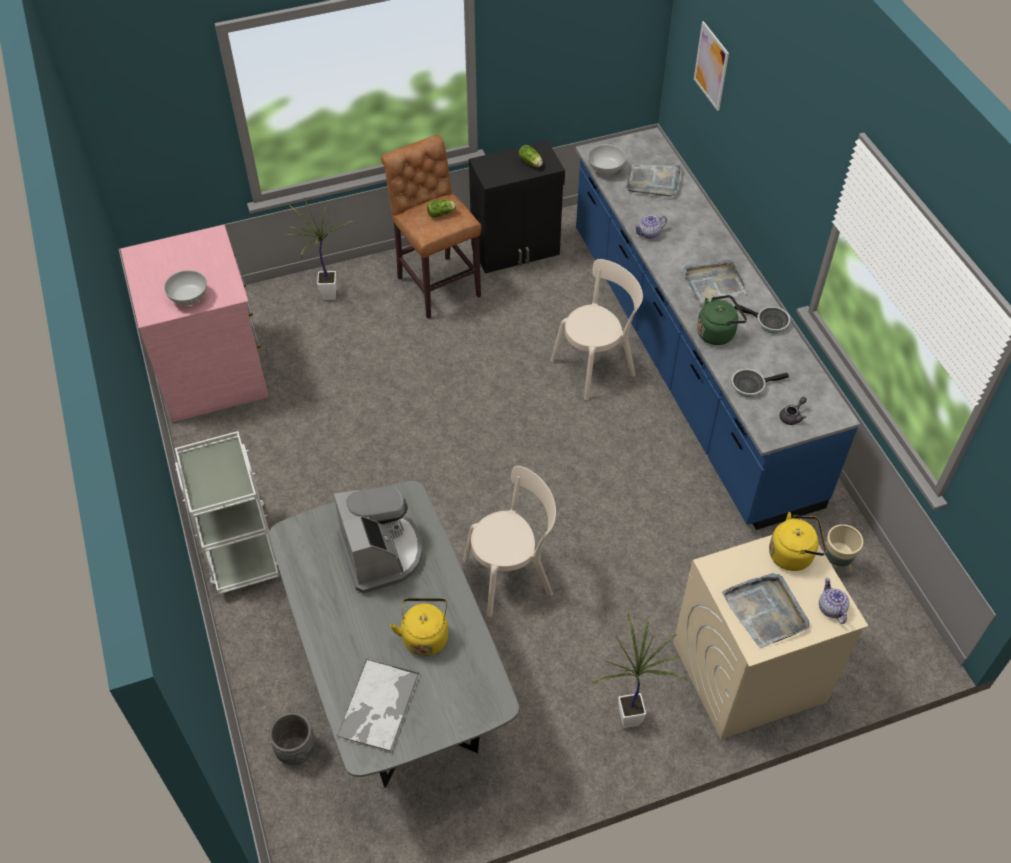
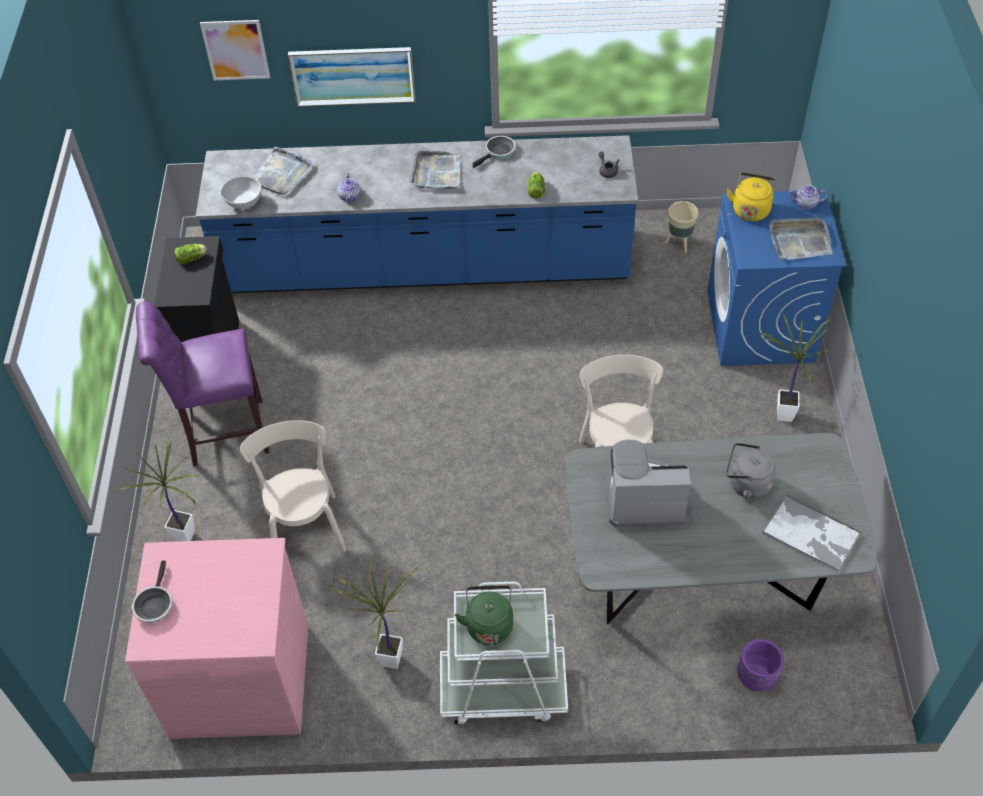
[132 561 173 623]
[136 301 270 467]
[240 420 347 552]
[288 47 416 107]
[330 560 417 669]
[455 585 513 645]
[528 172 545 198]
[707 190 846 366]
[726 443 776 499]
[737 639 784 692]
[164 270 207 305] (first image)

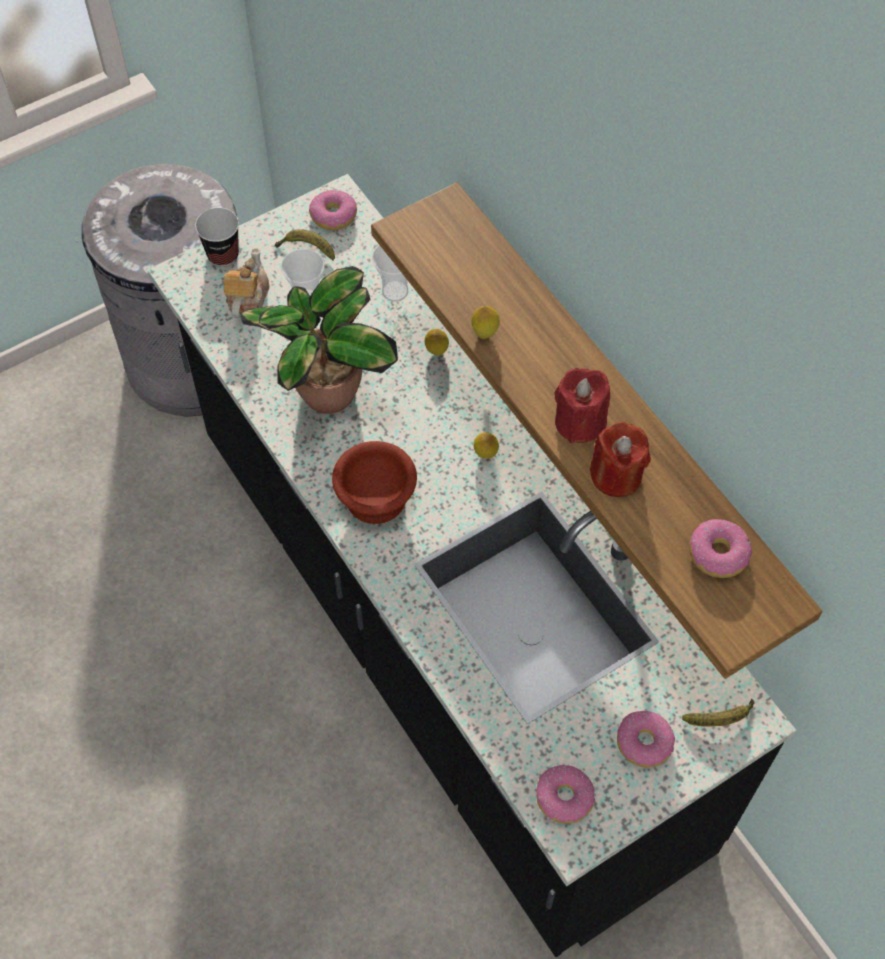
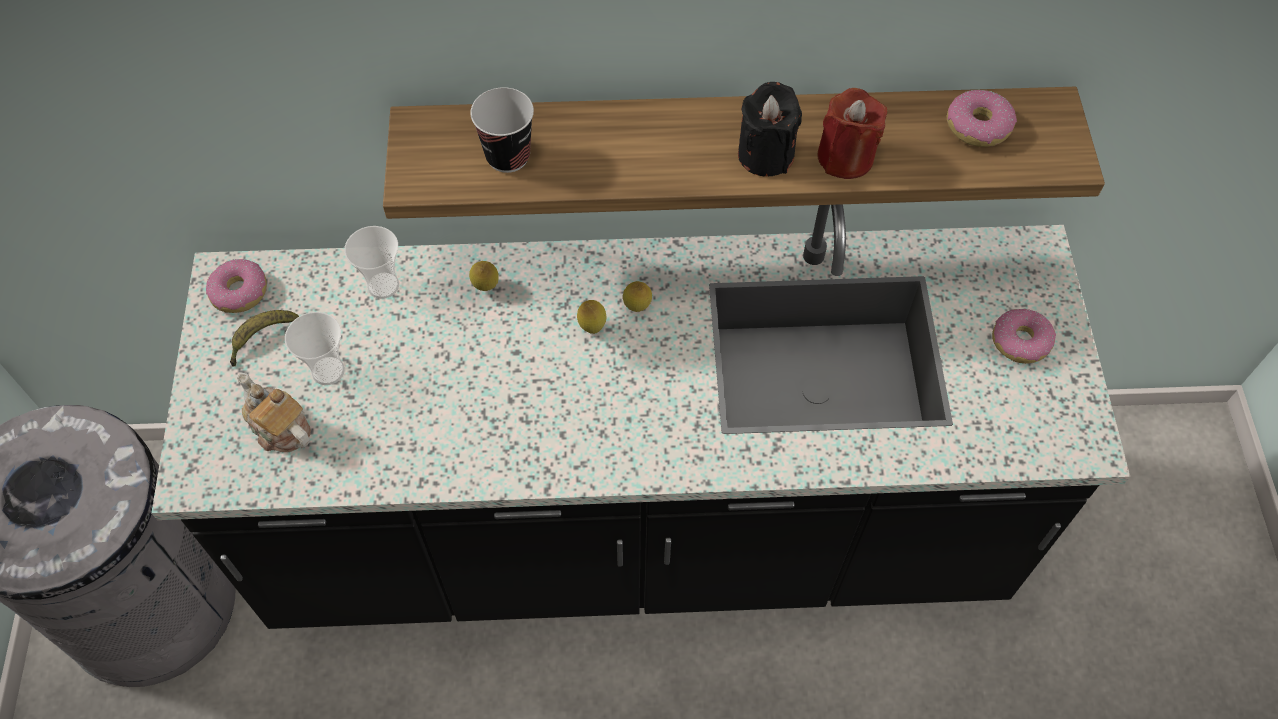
[470 87 534 173]
[577 300 606 334]
[738 82 802 177]
[241 266 398 414] (first image)
[332 441 417 524] (first image)
[536 765 595 824] (first image)
[682 699 755 727] (first image)

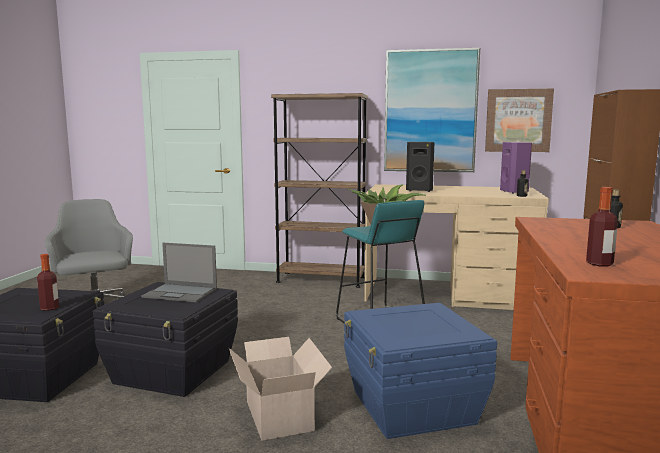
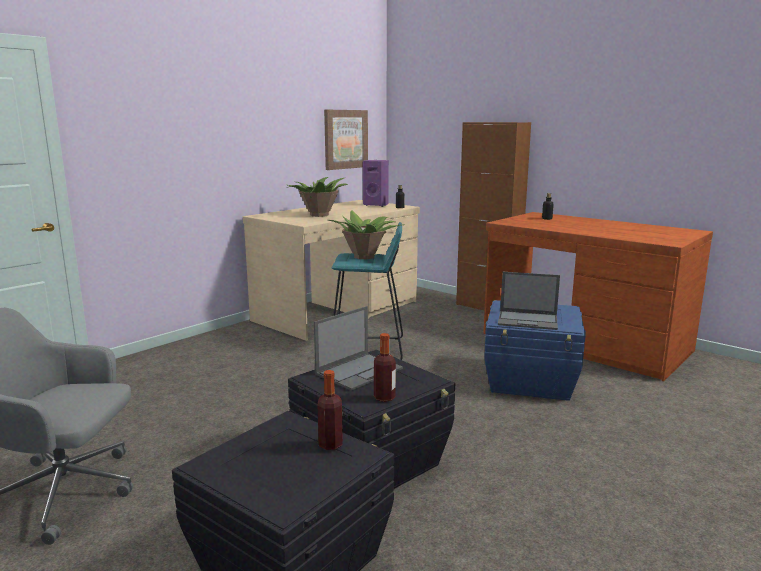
[286 177 348 217]
[374 333 396 402]
[498 272 560 330]
[229 337 332 441] (first image)
[271 93 368 288] (first image)
[384 48 480 172] (first image)

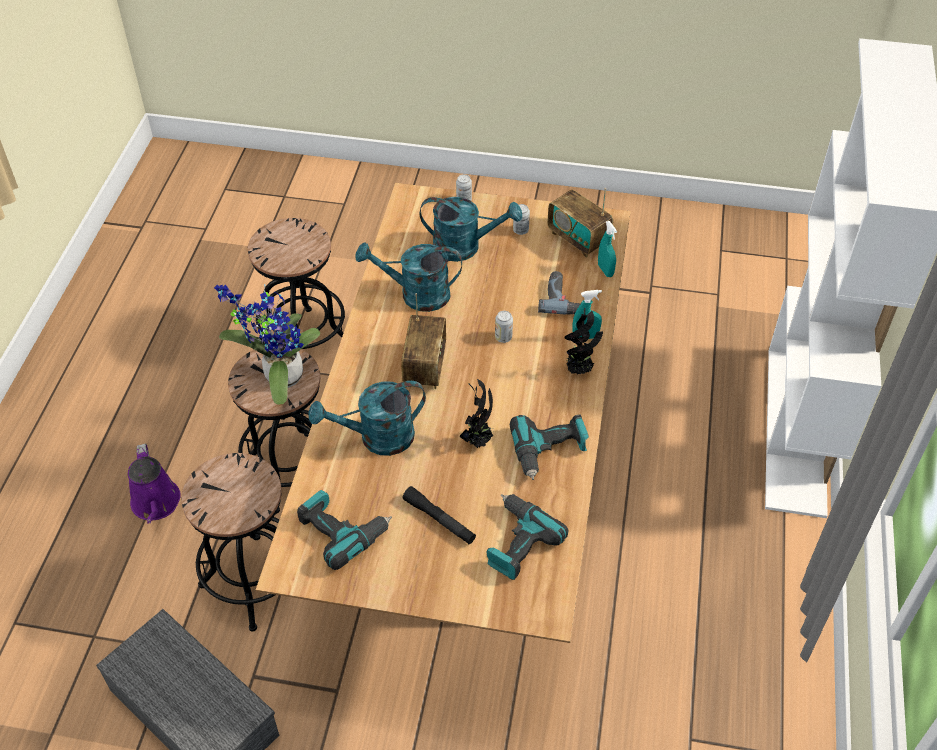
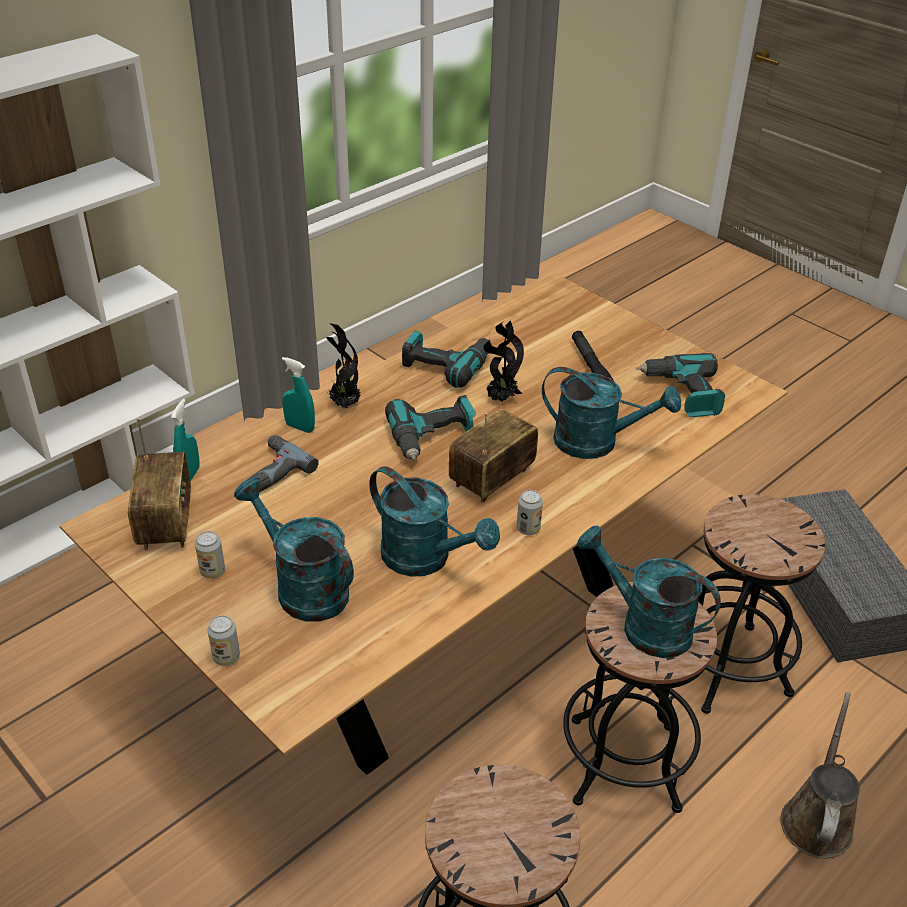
[385 395 476 460]
[517 490 543 535]
[577 525 721 658]
[780 692 860 859]

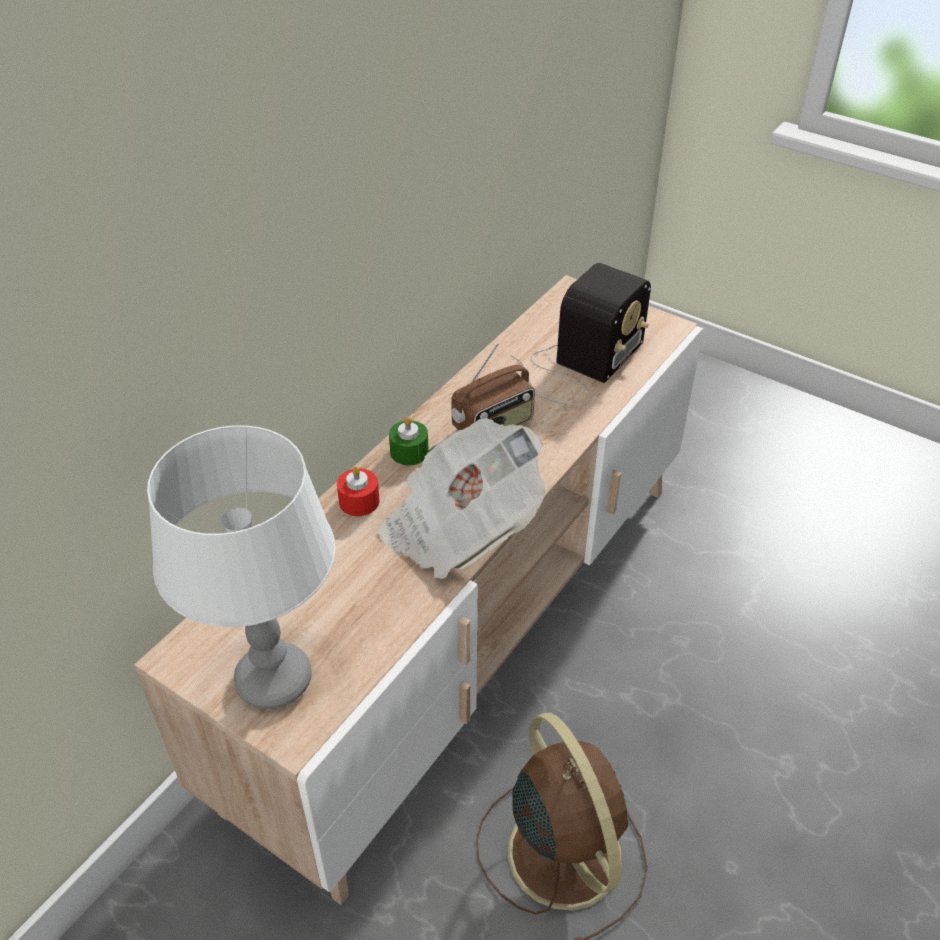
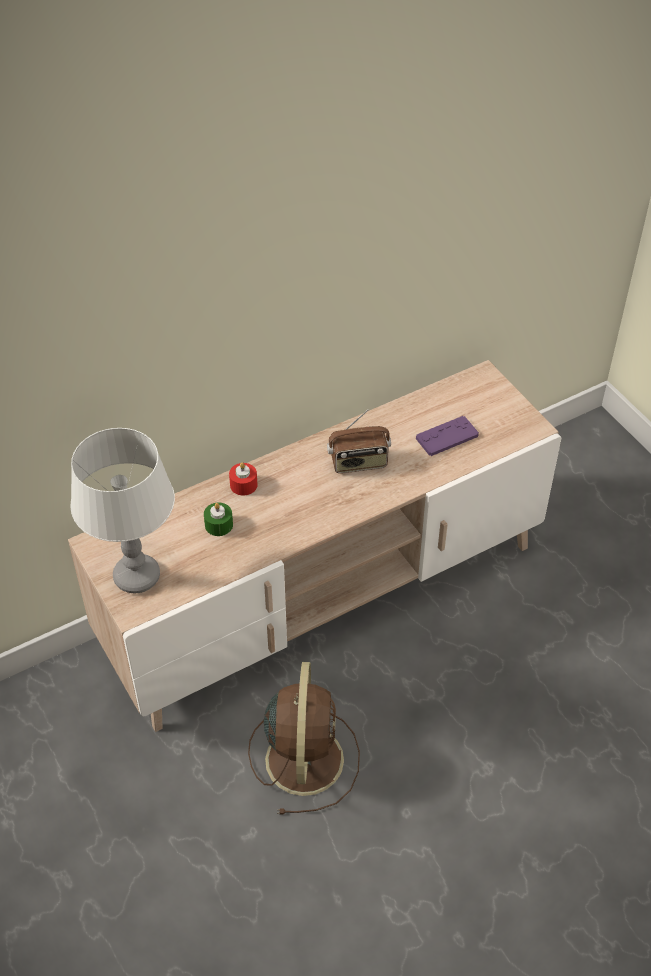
[204 503 233 536]
[416 416 479 456]
[379 418 546 579] (first image)

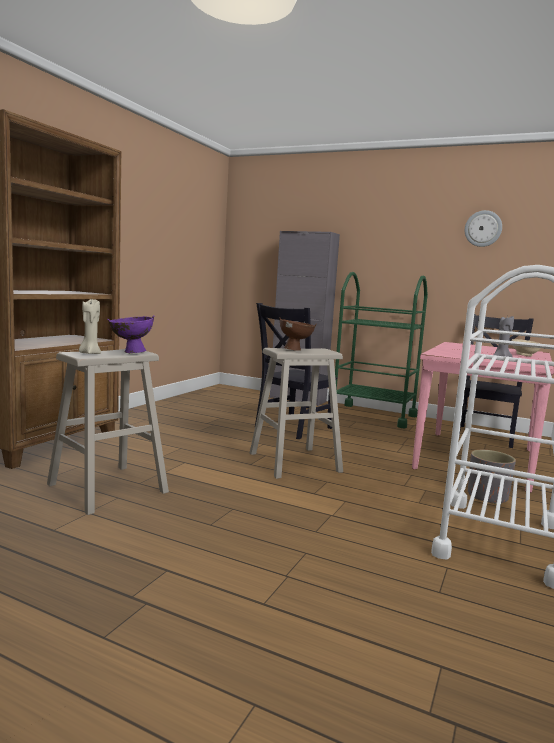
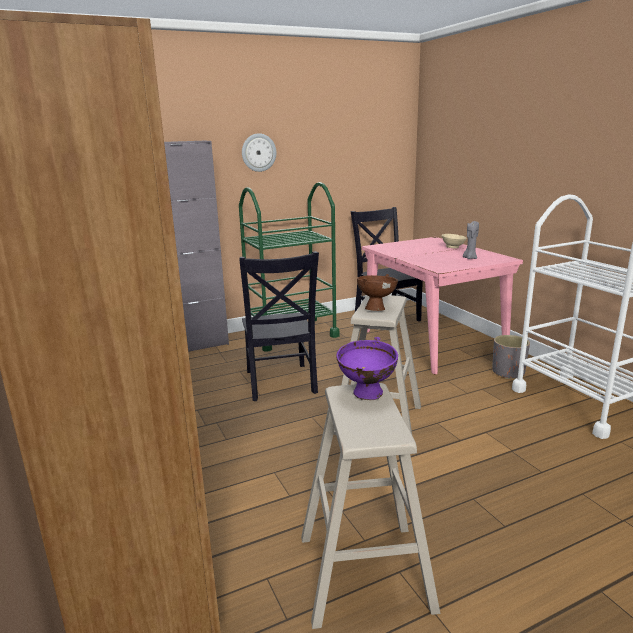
[242 133 276 172]
[79 299 101 354] (first image)

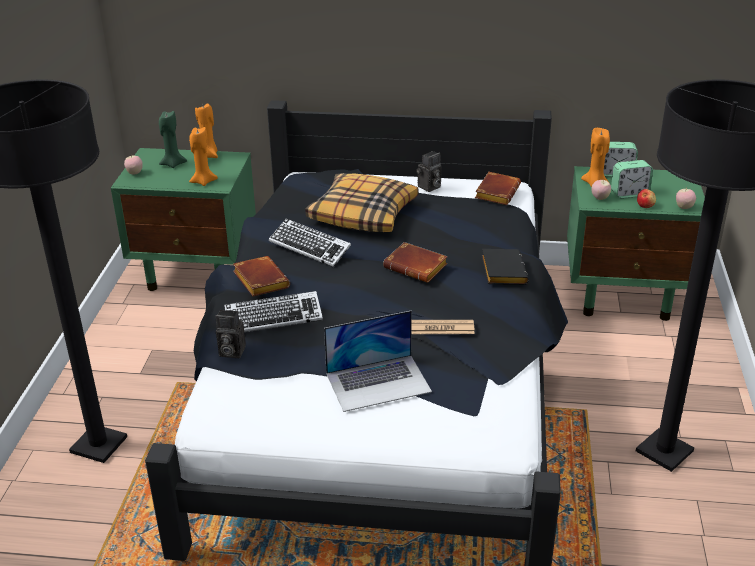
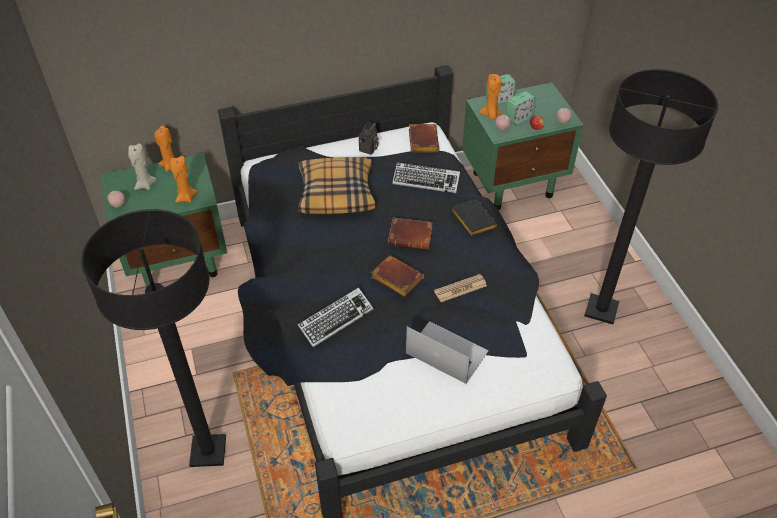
[128 143 157 190]
[371 255 424 297]
[393 162 460 193]
[406 321 489 384]
[215 310 246 358] (first image)

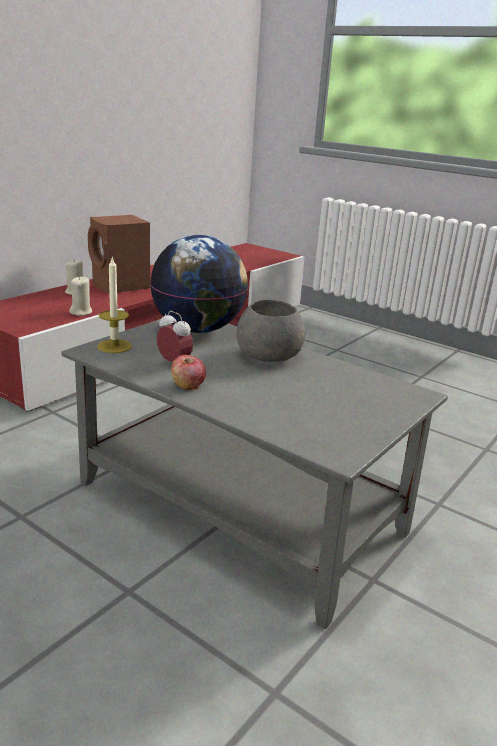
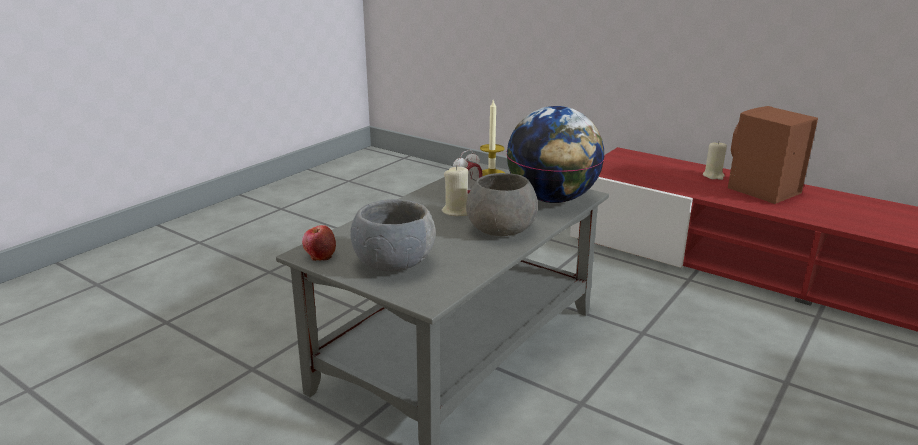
[302 225 336 261]
[350 199 436 272]
[442 166 468 216]

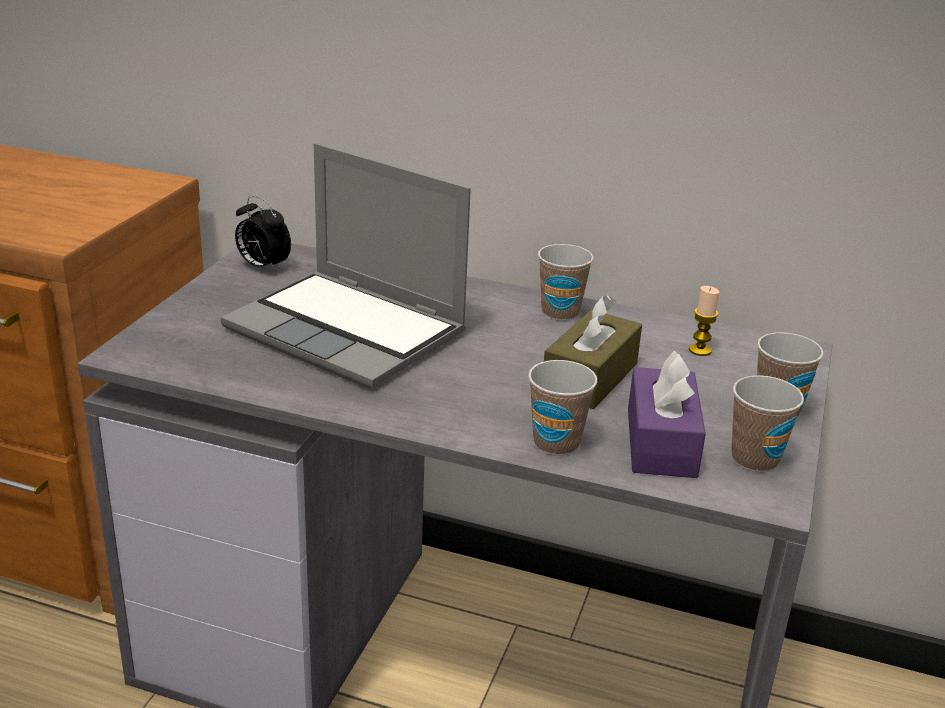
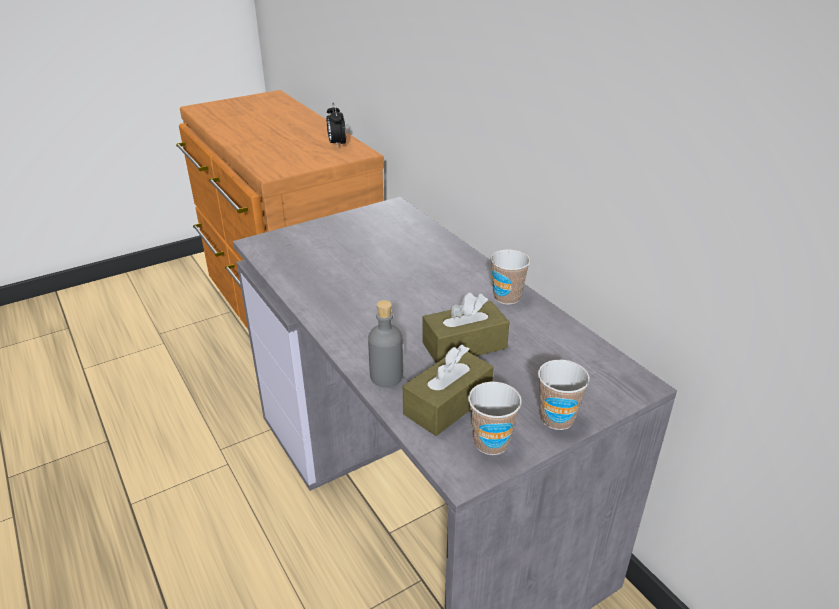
[327 103 346 148]
[368 300 403 387]
[403 345 494 436]
[221 143 471 389] (first image)
[689 286 719 356] (first image)

